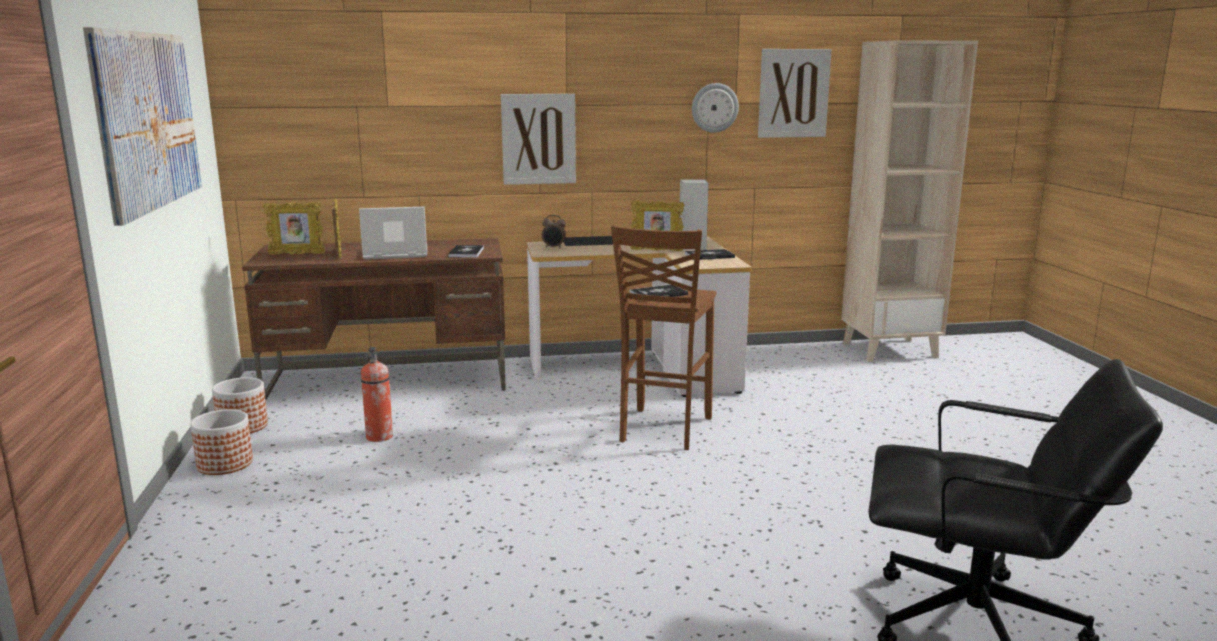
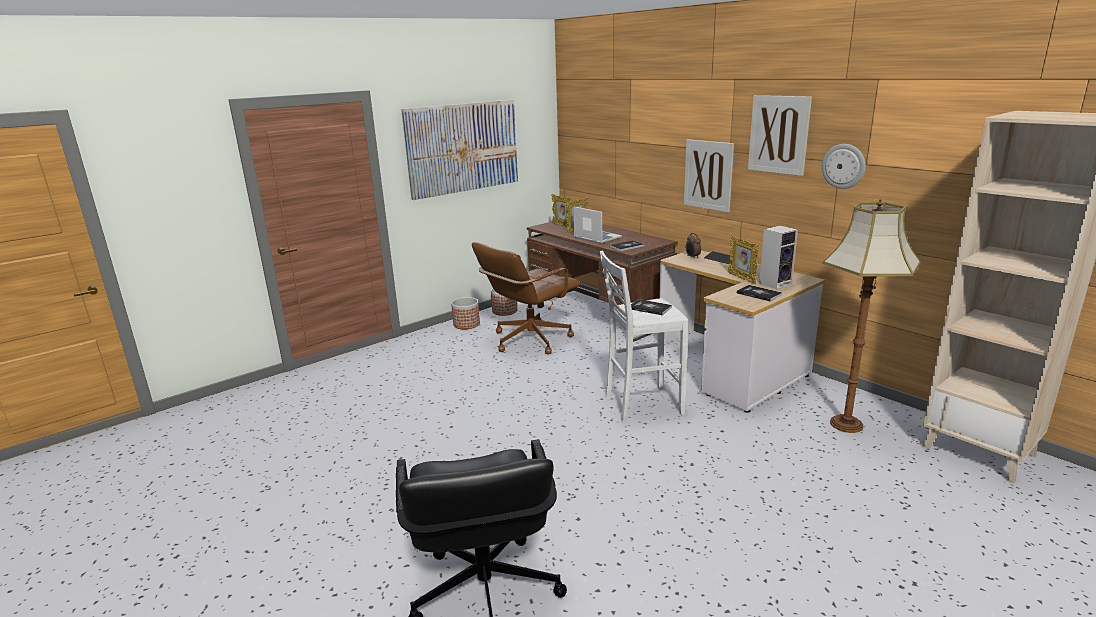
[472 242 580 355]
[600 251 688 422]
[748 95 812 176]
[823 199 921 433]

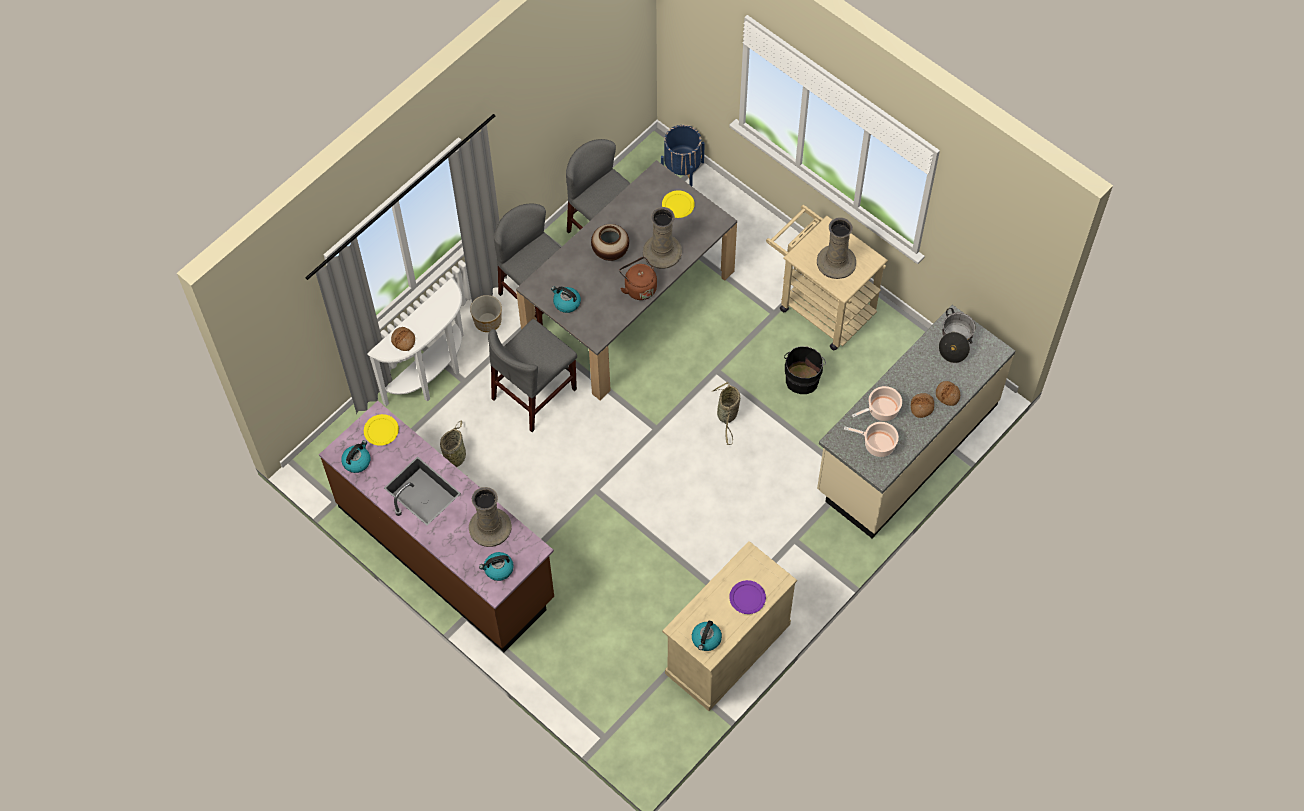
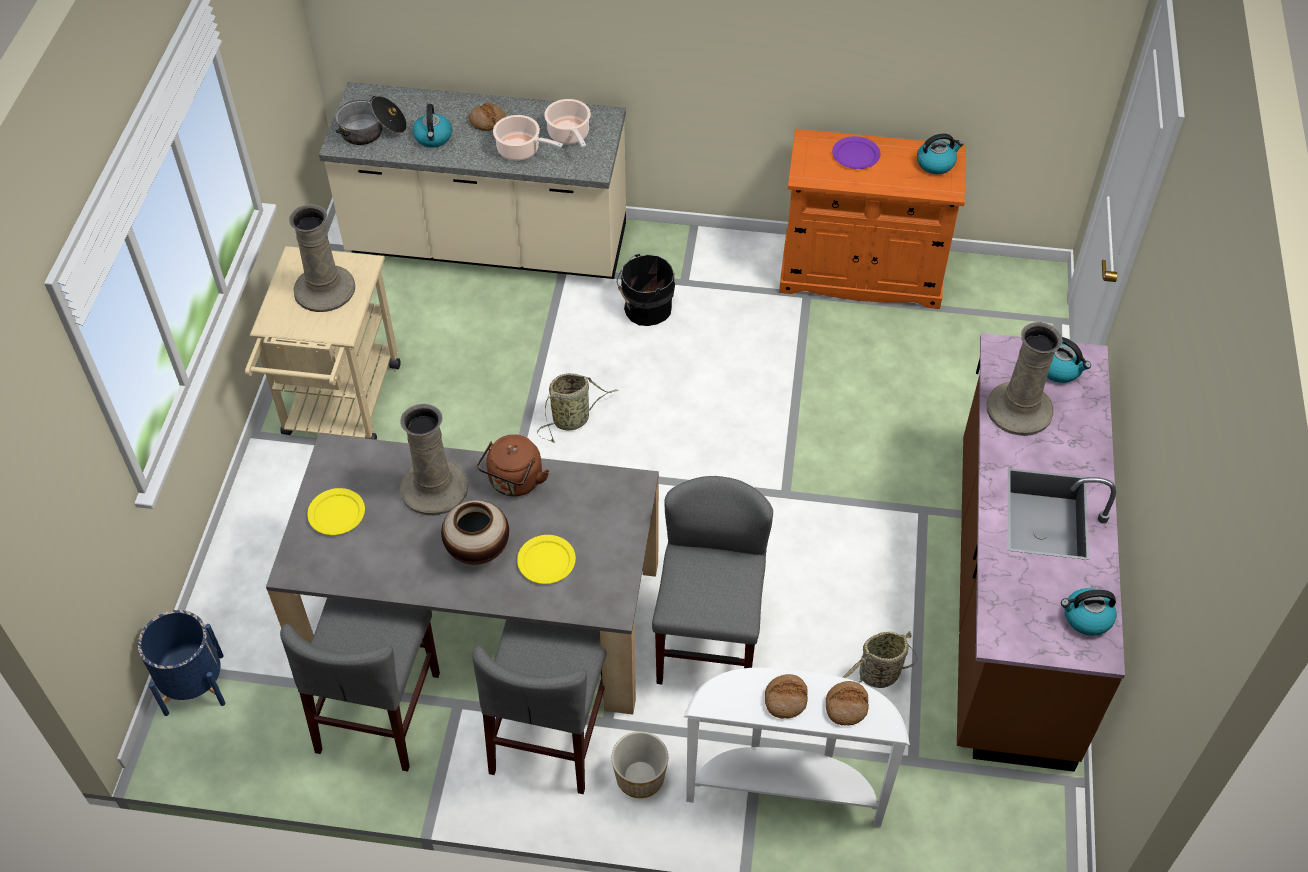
[413 104 452 147]
[517 535 576 584]
[617 254 675 326]
[652 476 773 684]
[765 674 808 719]
[779 129 966 309]

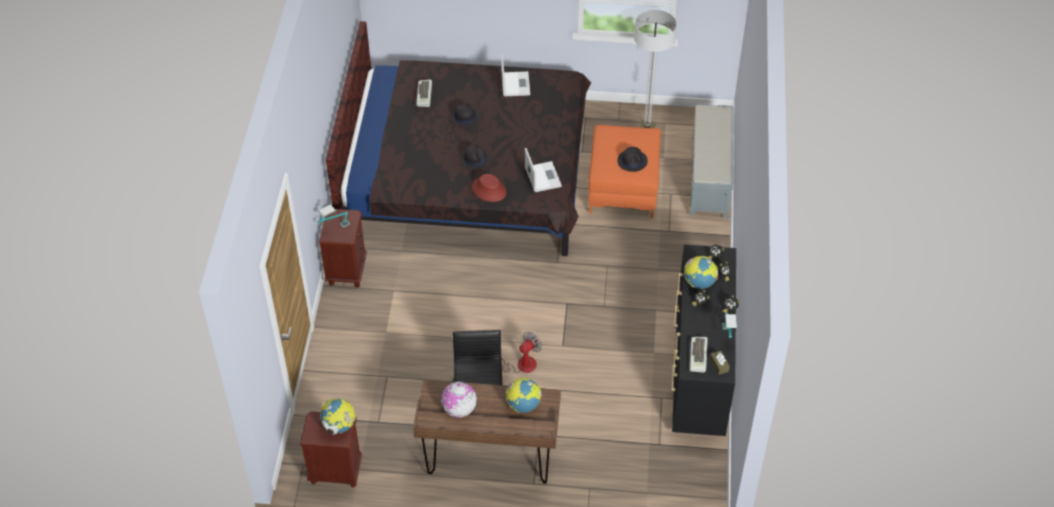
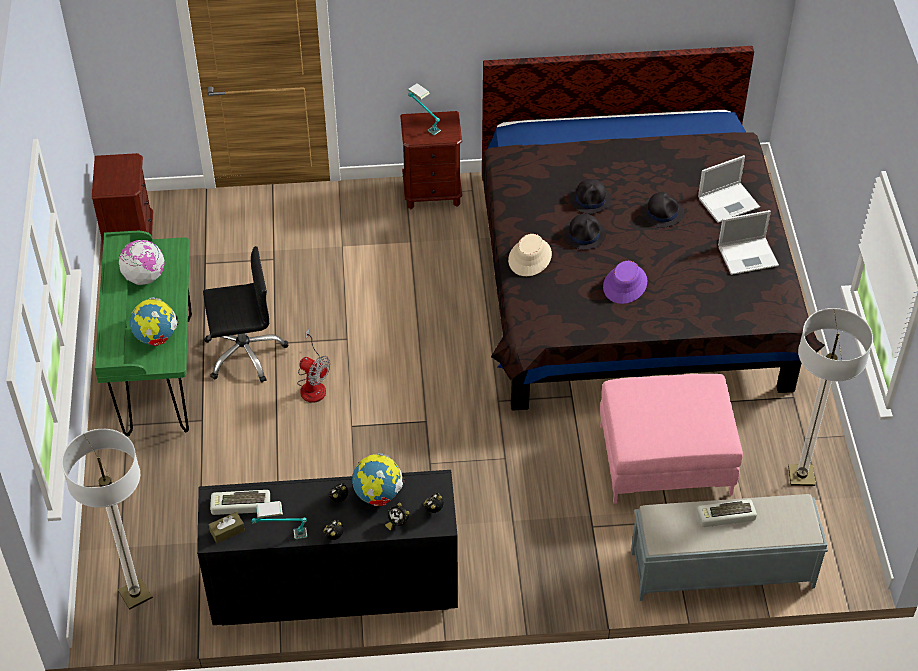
[61 429 153 610]
[95 231 192 436]
[508 234 552 276]
[569 179 612 214]
[600 374 743 504]
[603 261 647 304]
[697 499 757 527]
[698 155 760 223]
[320 398 356 434] (first image)

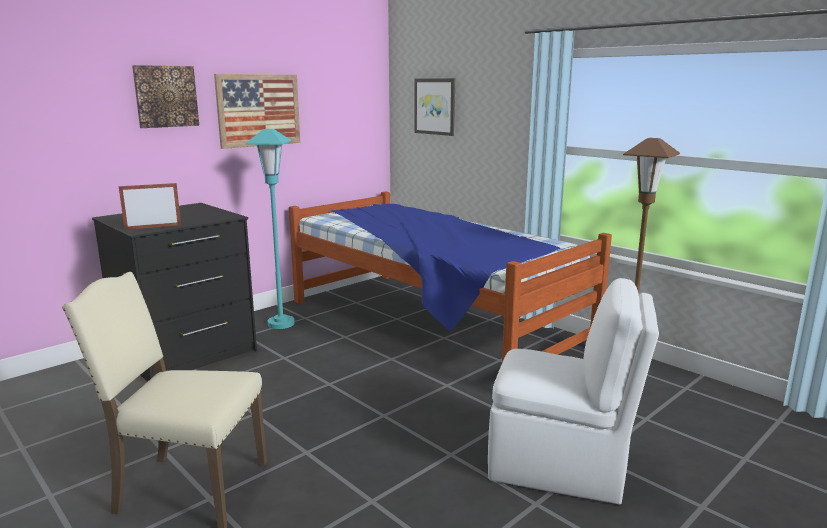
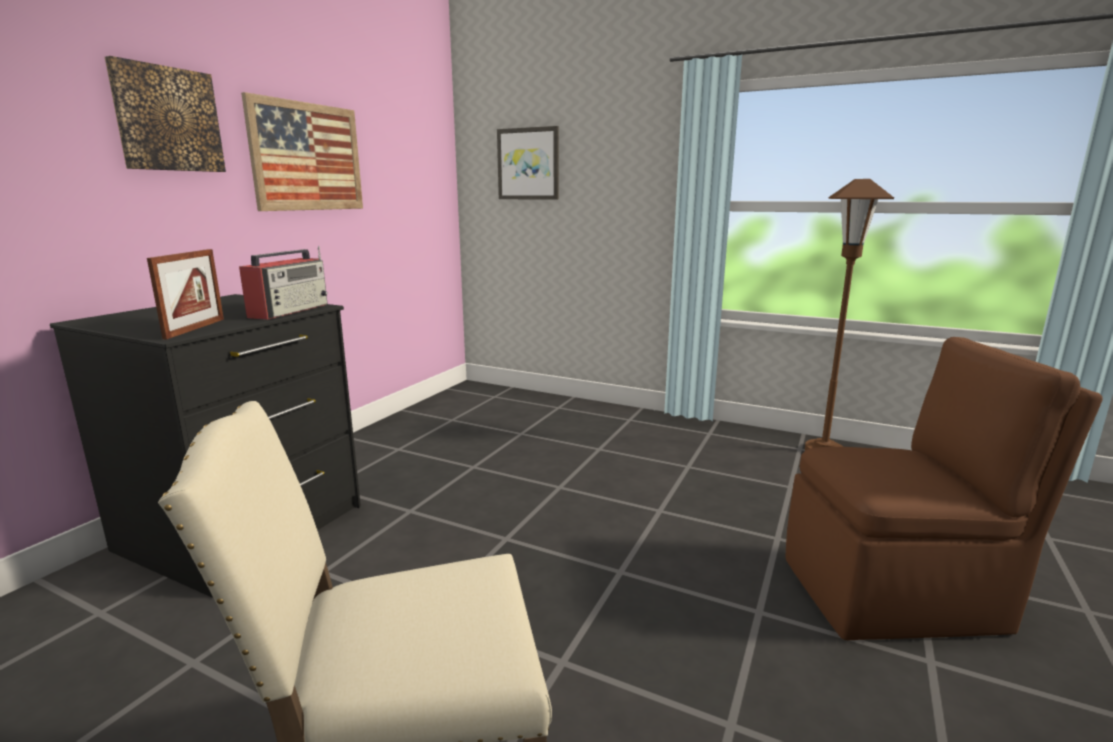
[147 249 224 339]
[239 246 328 320]
[786 337 1103 640]
[246 129 295 329] (first image)
[289 191 612 362] (first image)

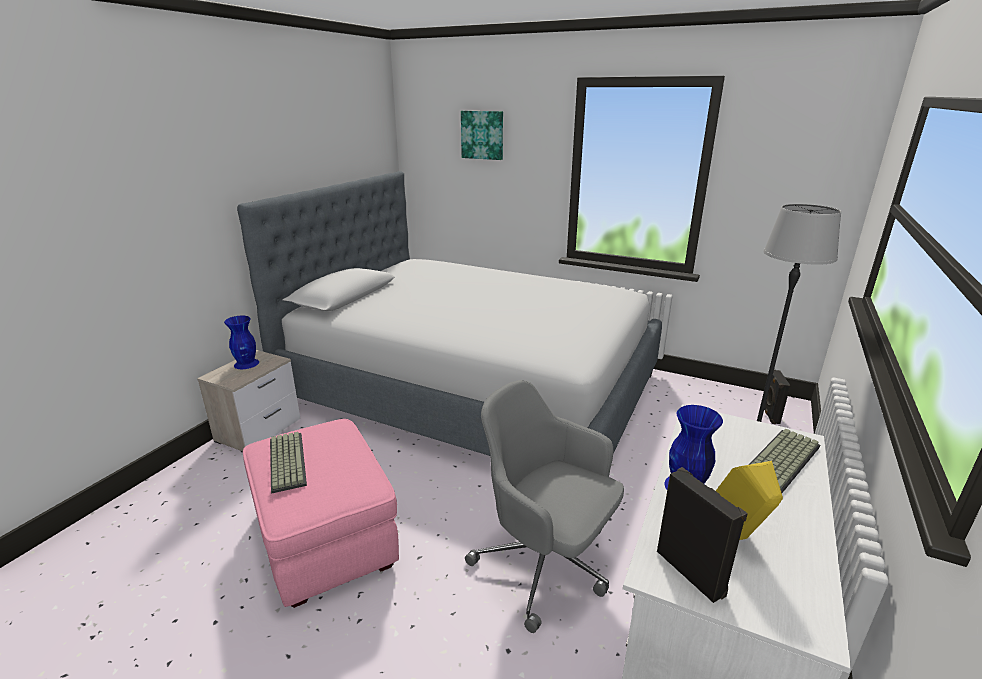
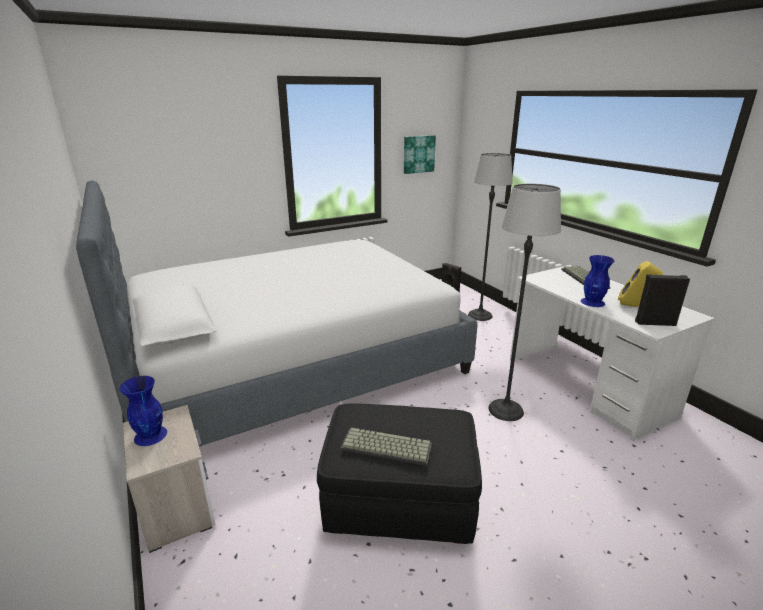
[317 403 482 544]
[404 135 436 174]
[488 184 561 421]

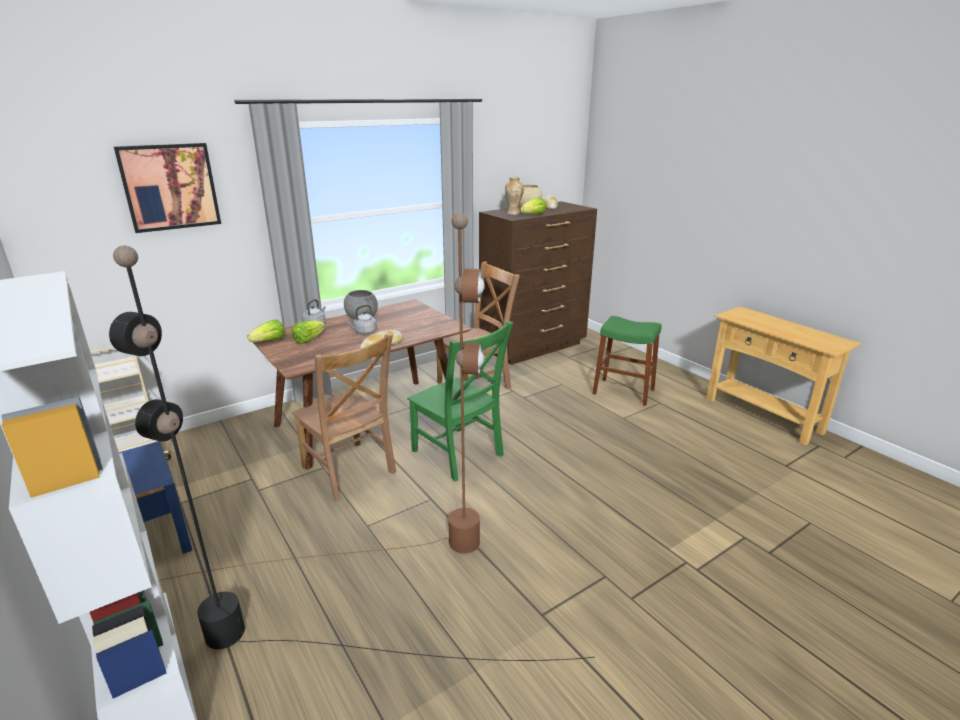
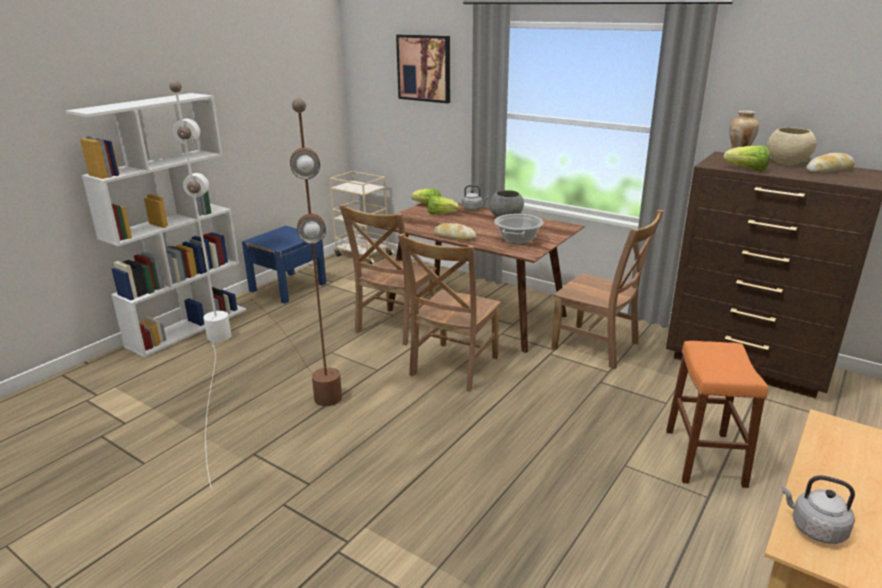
[169 80 231 489]
[398 233 501 392]
[494 214 544 244]
[666 341 768 488]
[782 475 855 544]

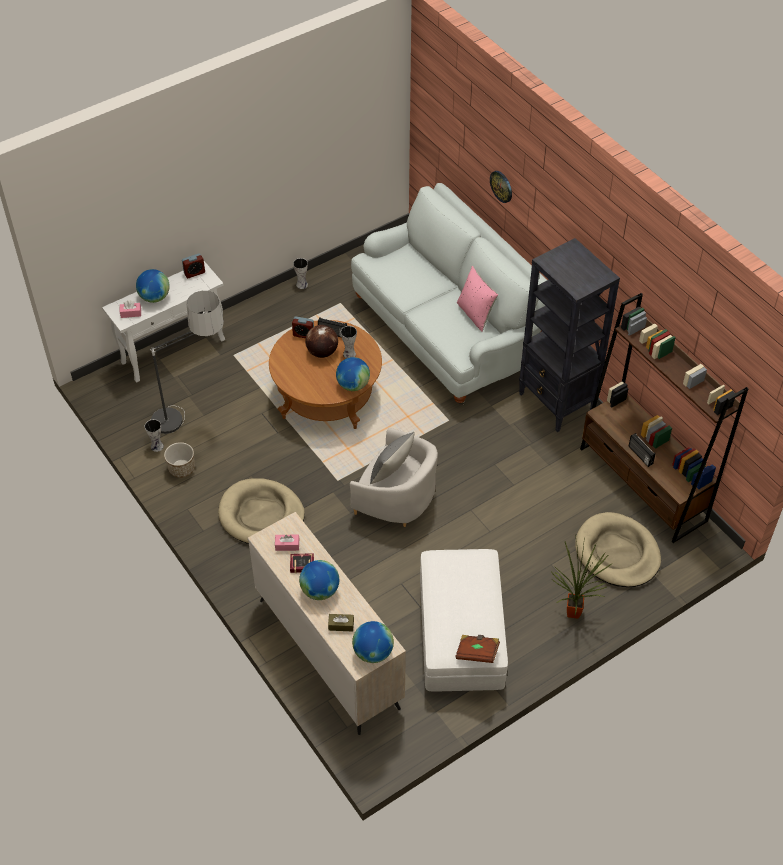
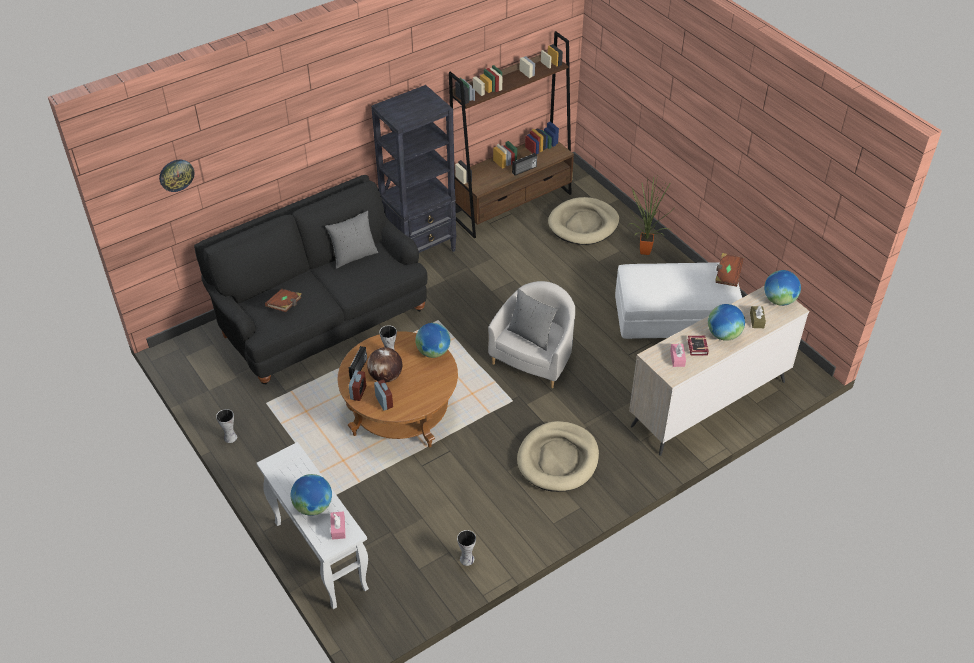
[159 160 195 192]
[194 175 427 384]
[265 289 302 312]
[325 211 378 269]
[374 379 393 411]
[150 291 224 434] (first image)
[164 442 195 478] (first image)

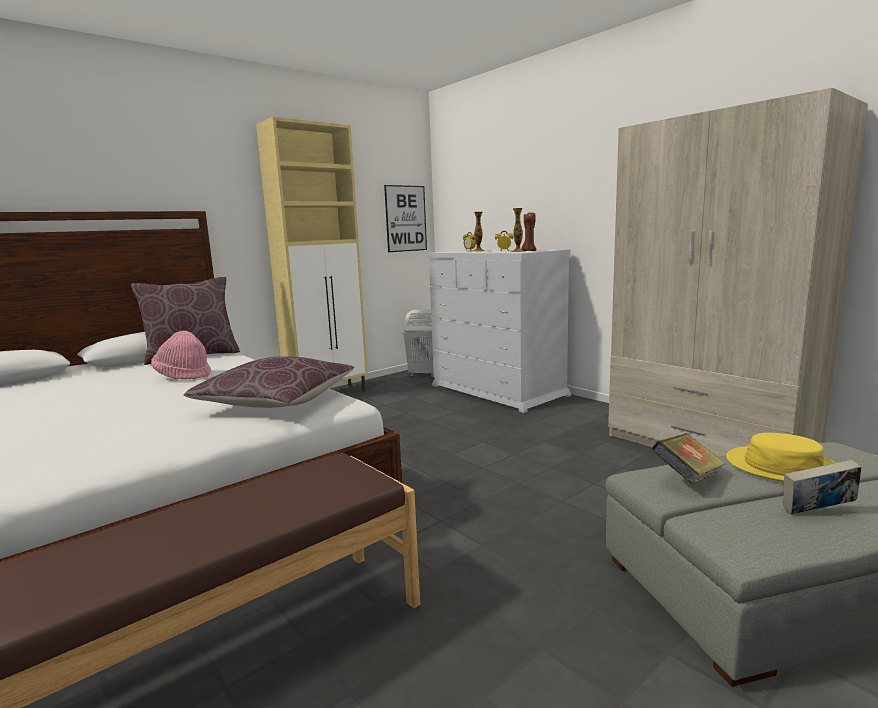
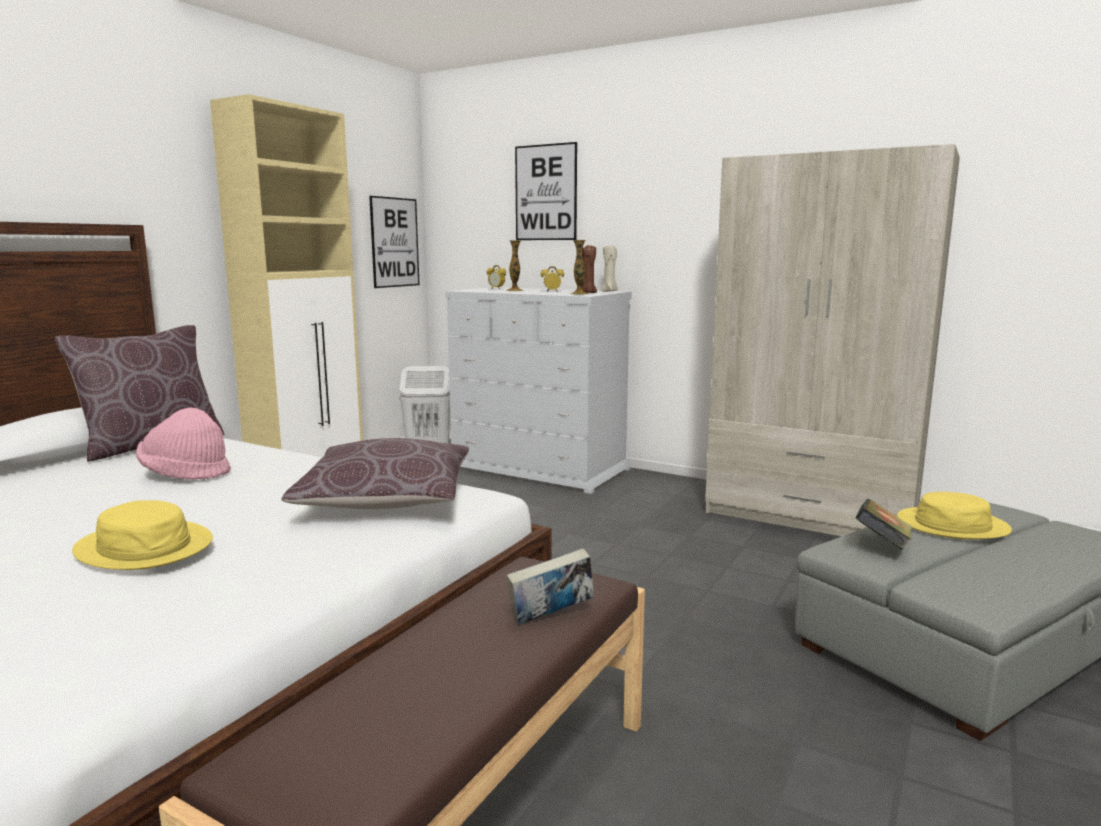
[72 500 213 570]
[506 548 594 625]
[515 142 577 240]
[601 245 618 292]

